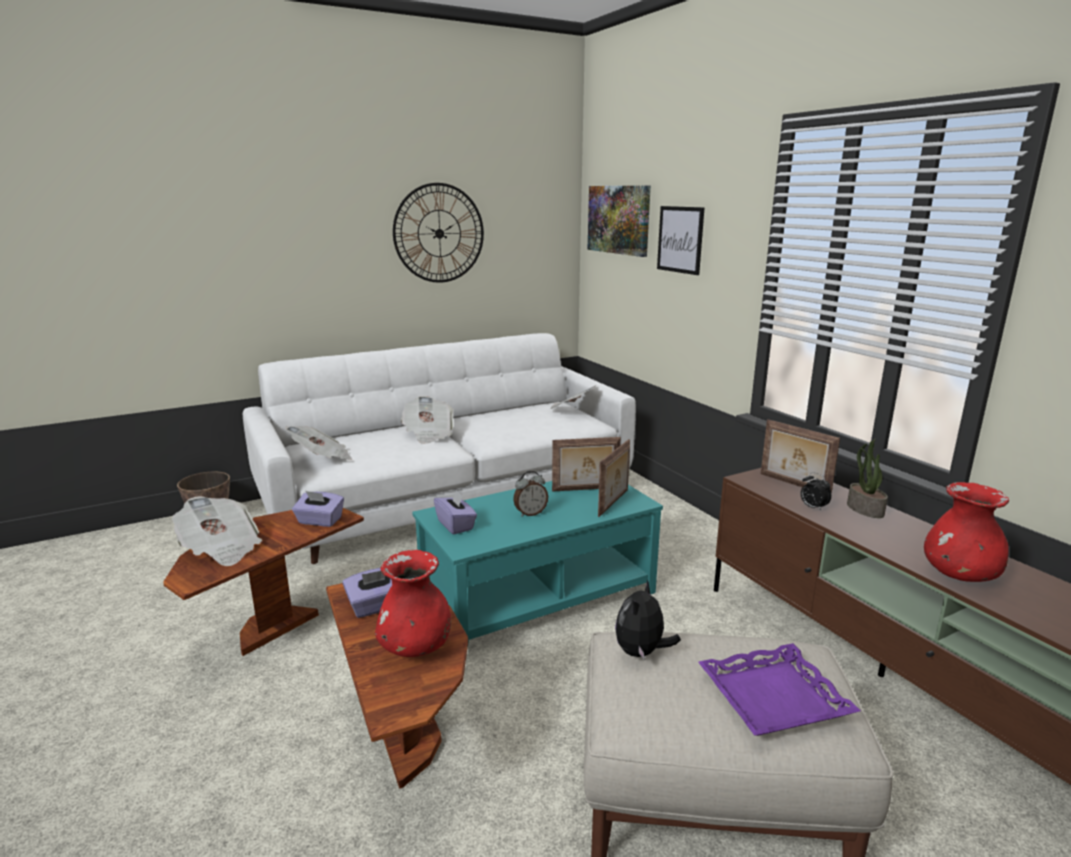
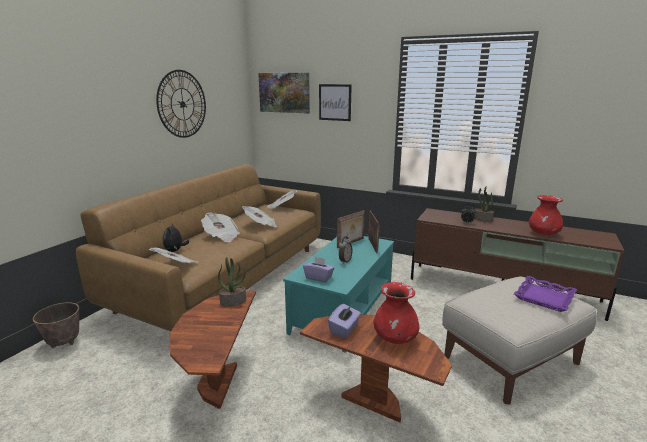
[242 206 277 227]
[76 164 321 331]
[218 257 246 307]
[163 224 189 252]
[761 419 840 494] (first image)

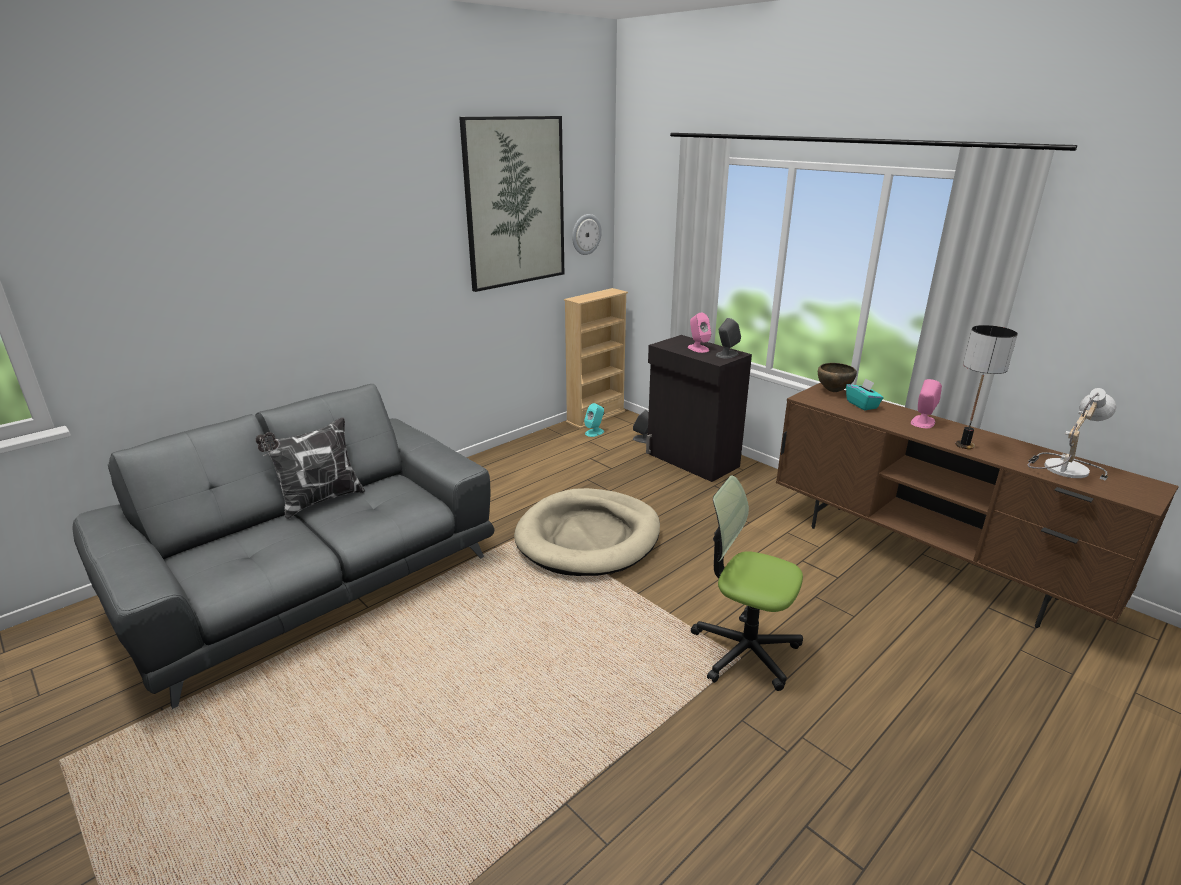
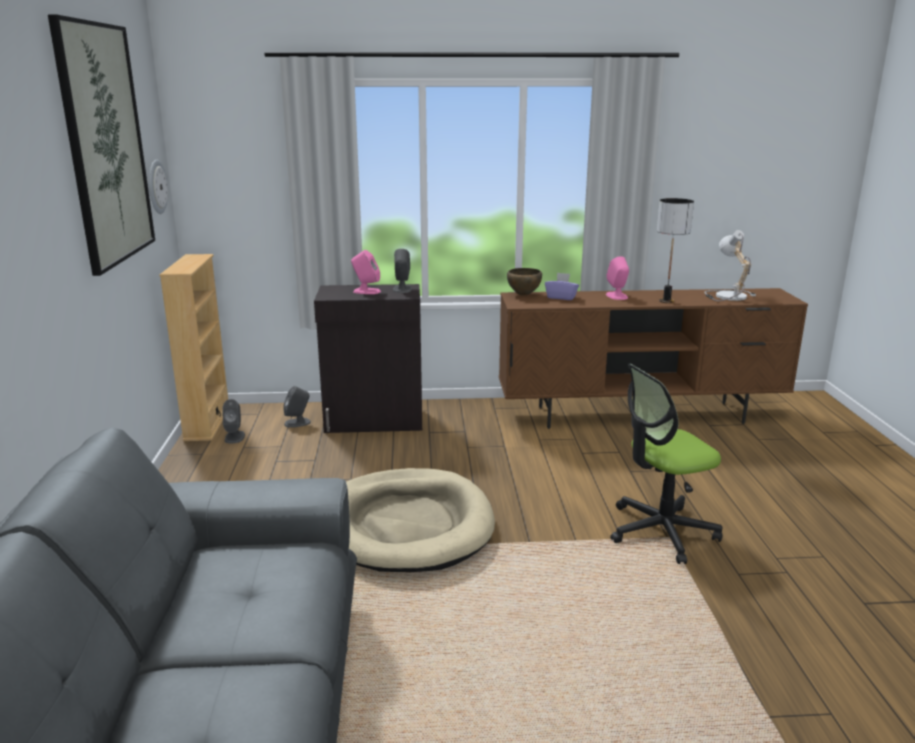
[256 417 365 519] (first image)
[222 399 245 443]
[545 272 579 300]

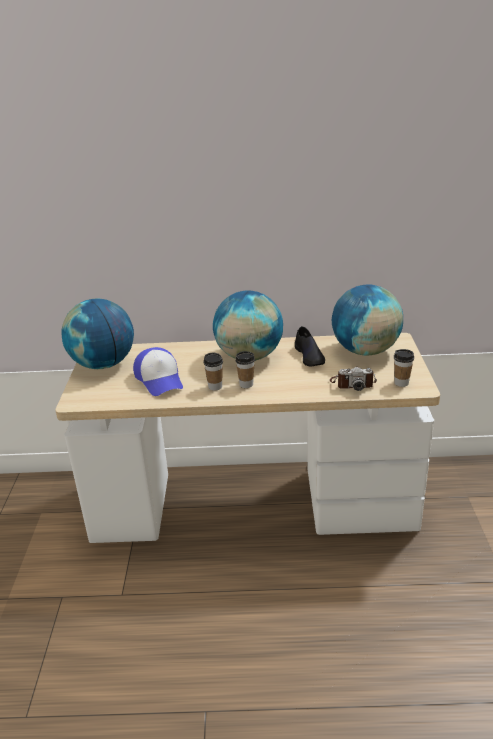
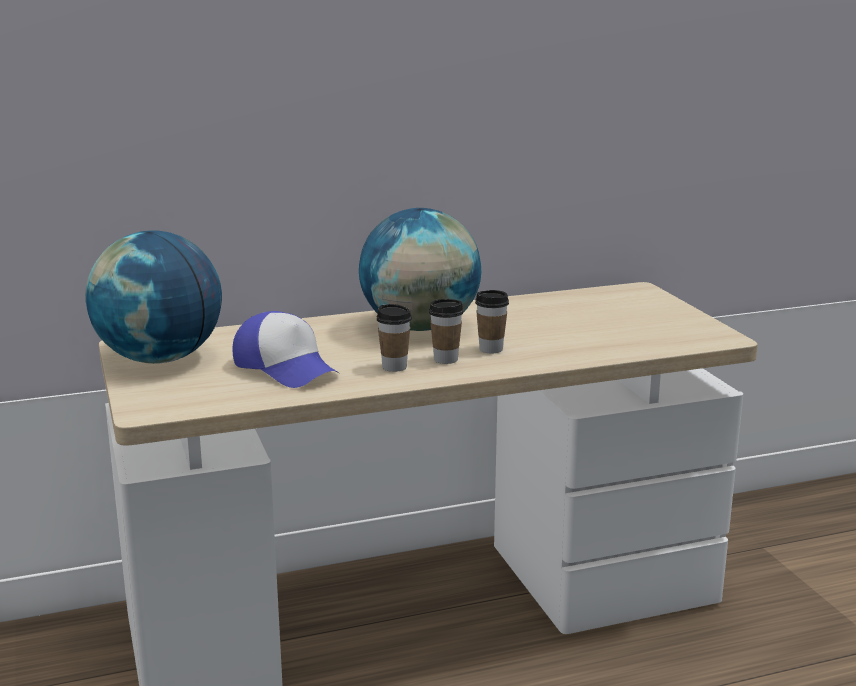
[295 326 325 366] (first image)
[330 367 377 391] (first image)
[332 285 403 356] (first image)
[475 290 509 353]

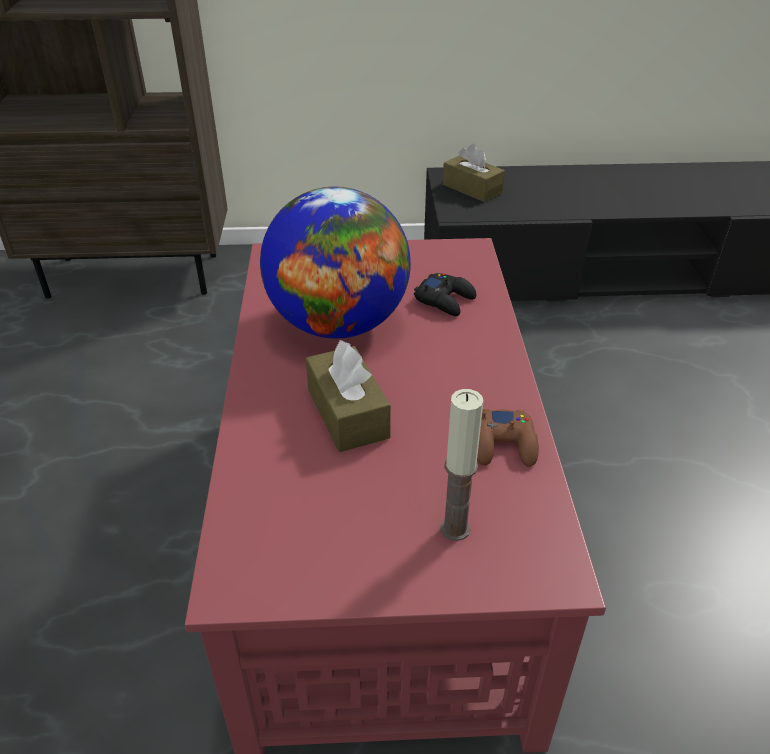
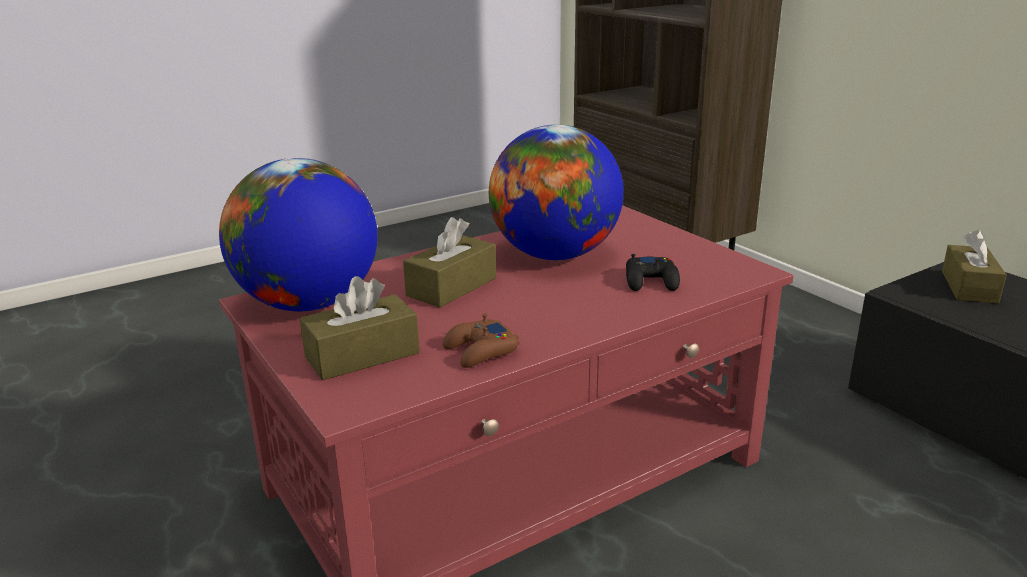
[300 276 420 380]
[219 158 378 312]

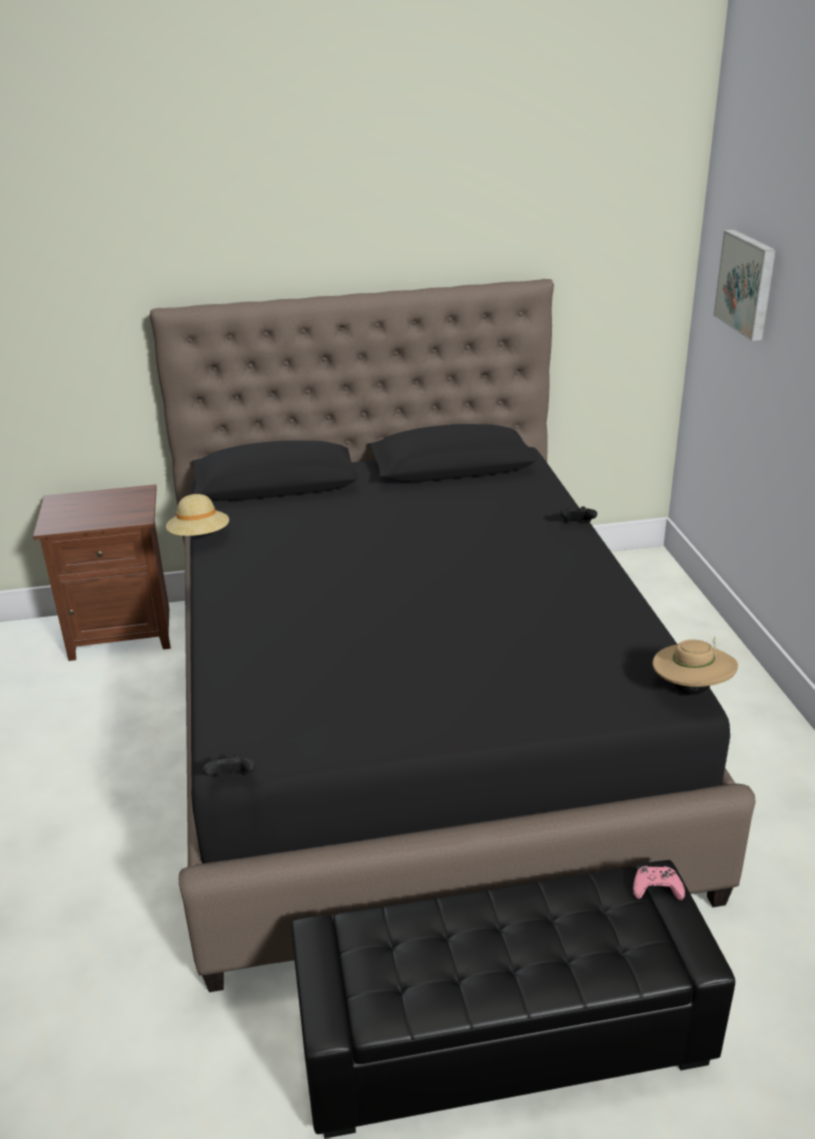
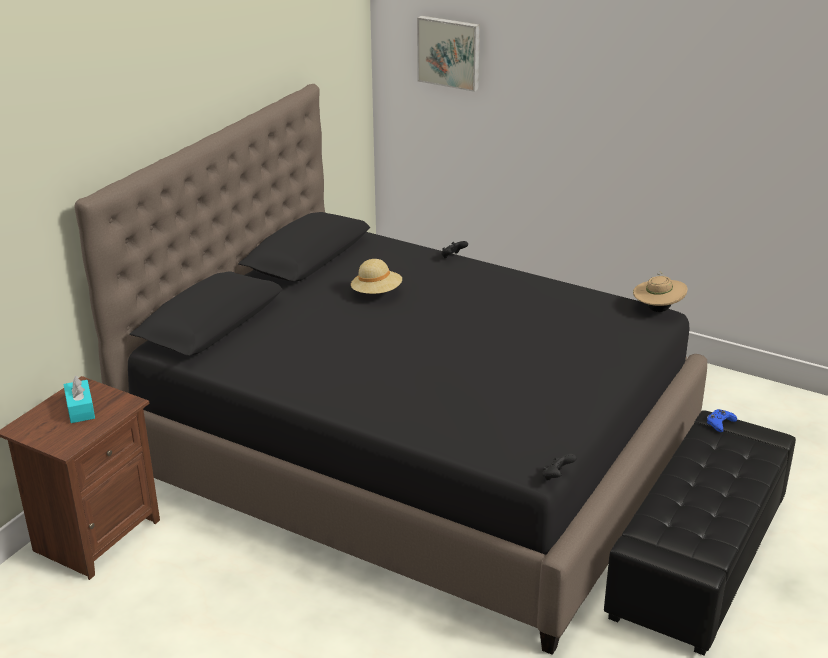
[351 259 402 294]
[706 409 737 432]
[63 376 95 423]

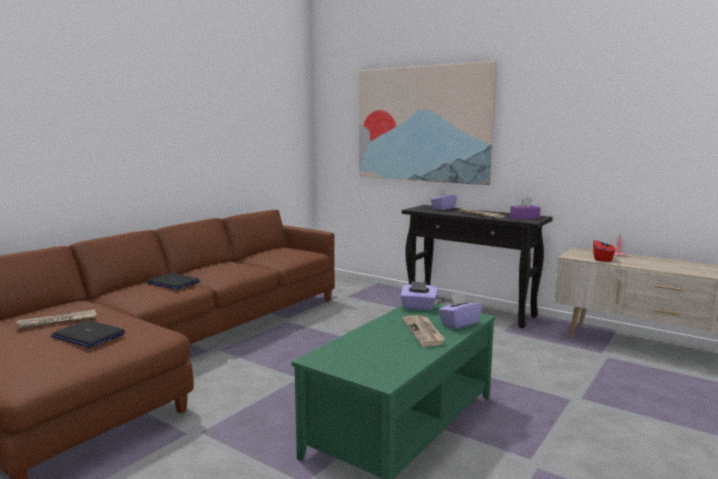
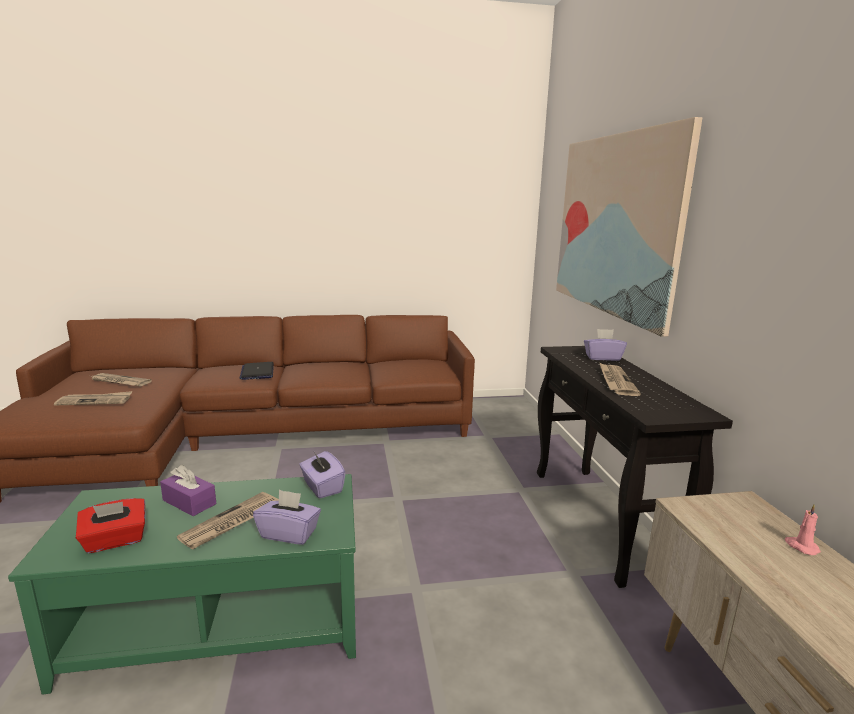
[54 391 132 406]
[160 465 216 516]
[76 498 145 553]

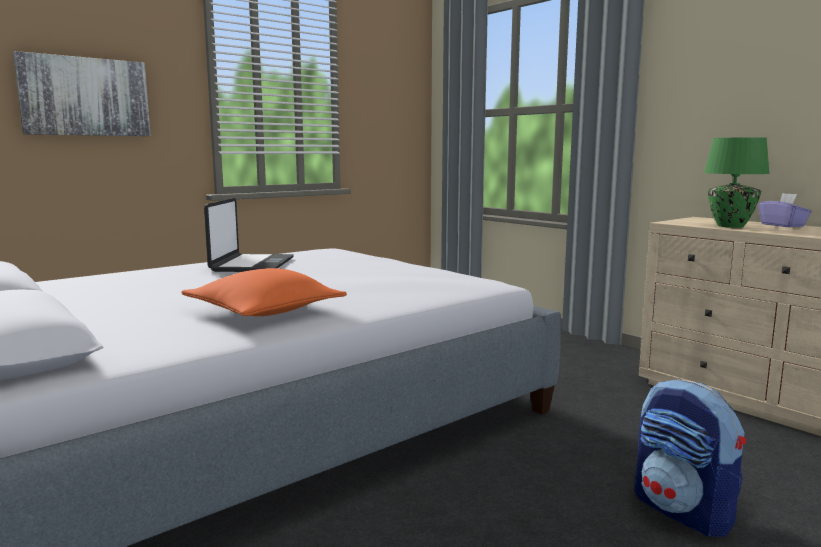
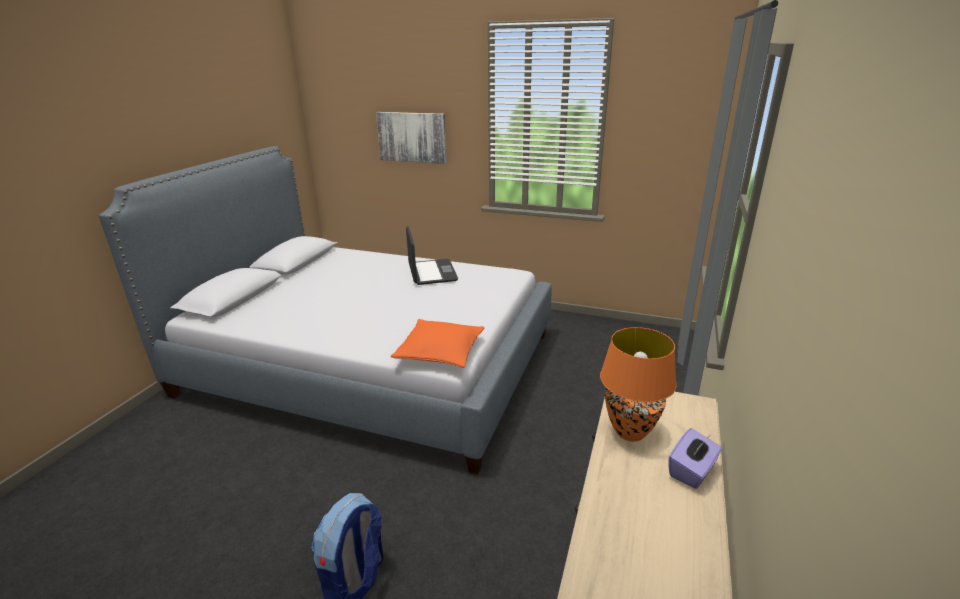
[390 319 484 368]
[406 226 458 285]
[600 327 676 441]

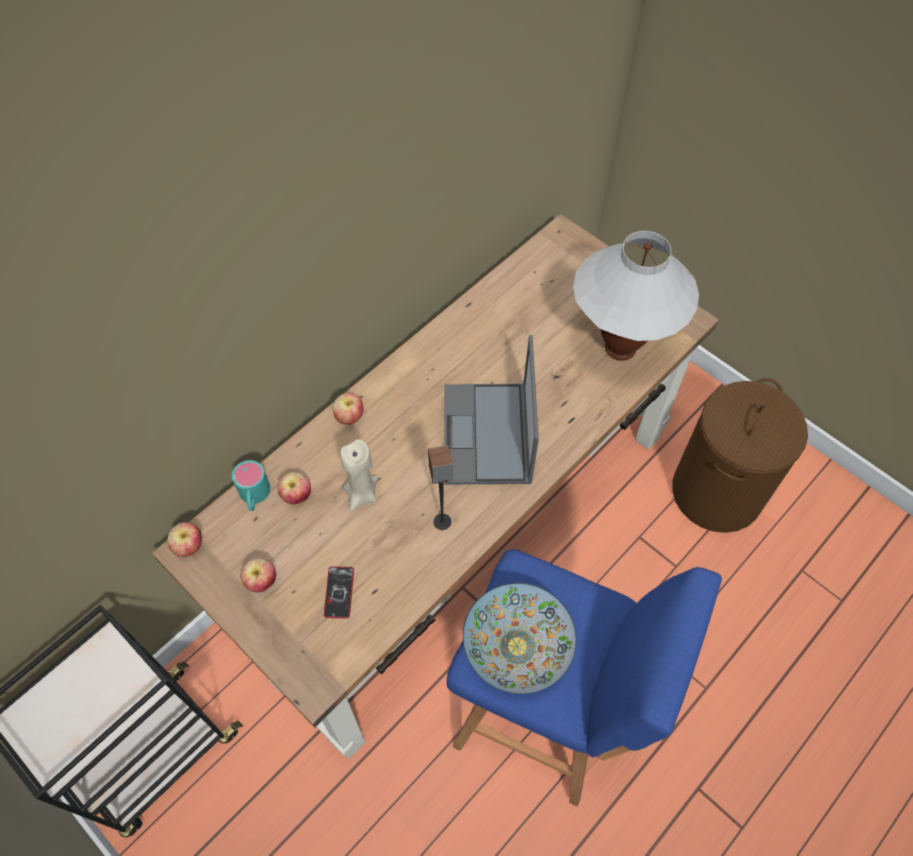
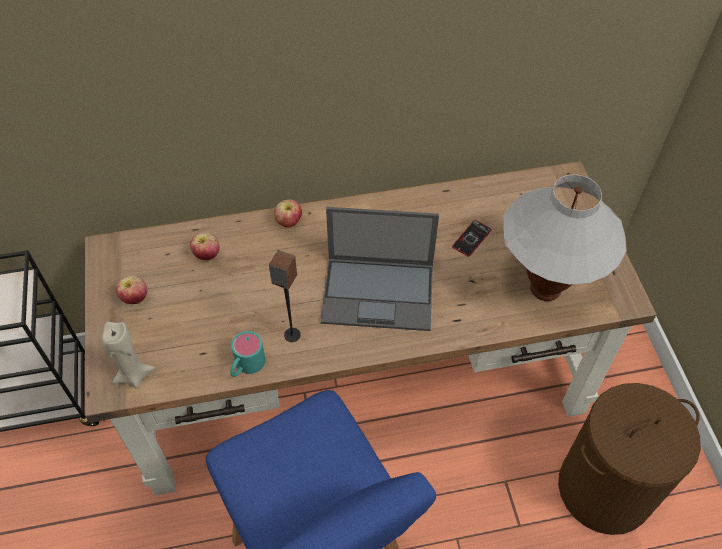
[167 522 202 557] (first image)
[230 331 266 377]
[452 220 491 257]
[102 322 156 389]
[321 207 439 331]
[463 583 576 694] (first image)

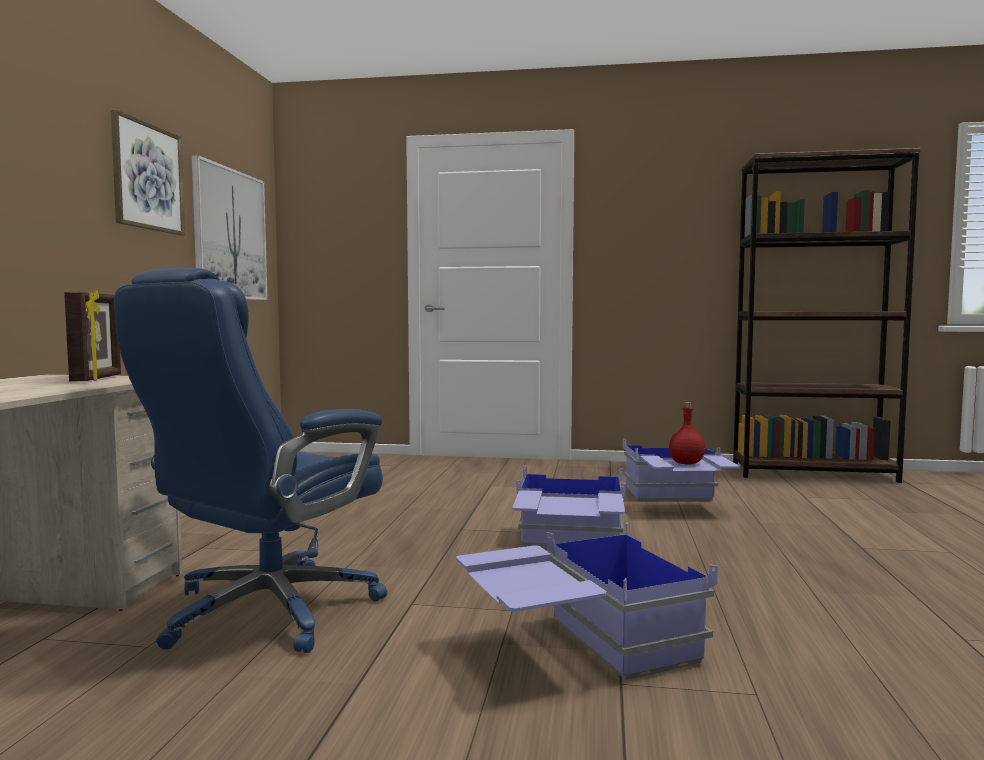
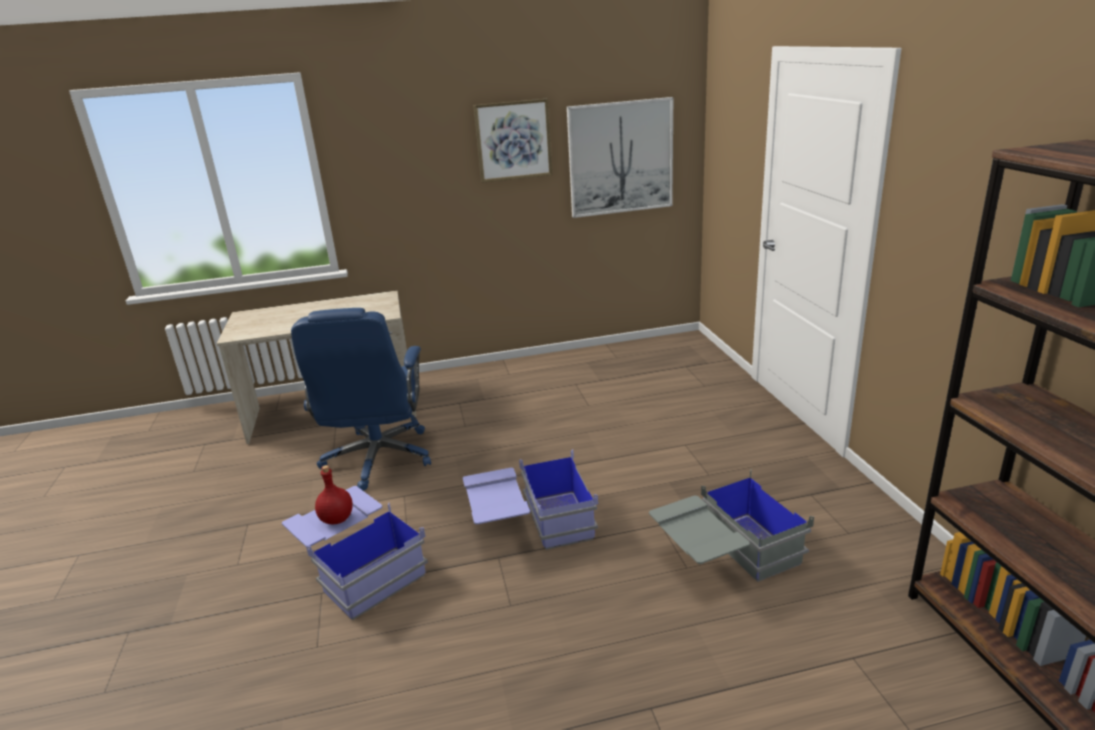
[64 289 121 382] (first image)
[291 308 431 491]
[649 469 814 582]
[315 465 353 524]

